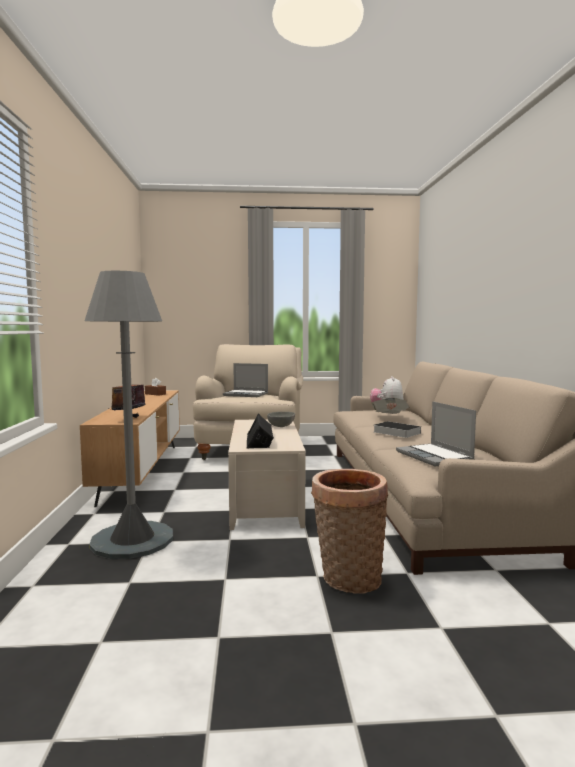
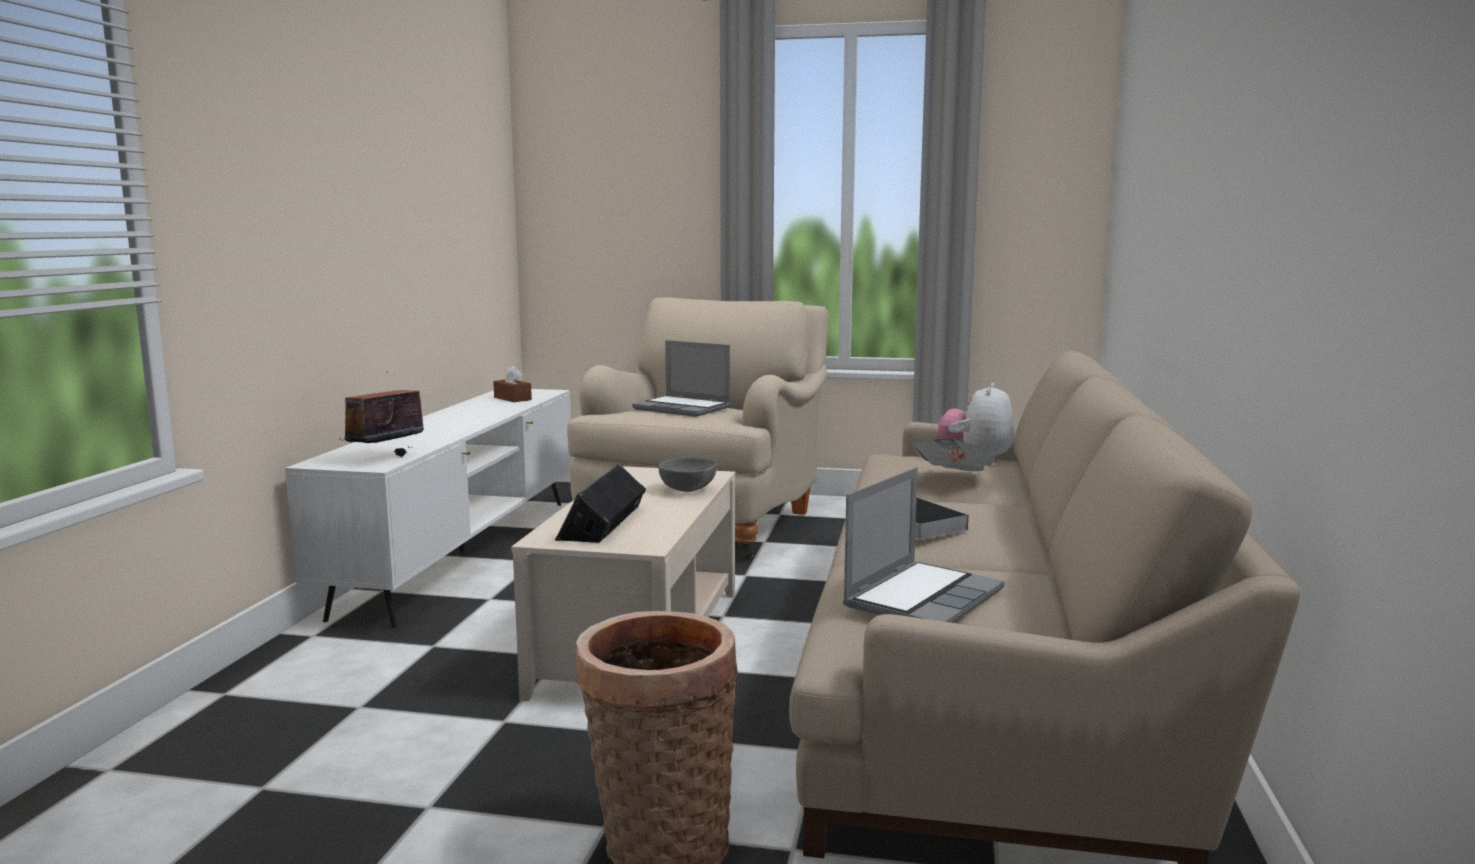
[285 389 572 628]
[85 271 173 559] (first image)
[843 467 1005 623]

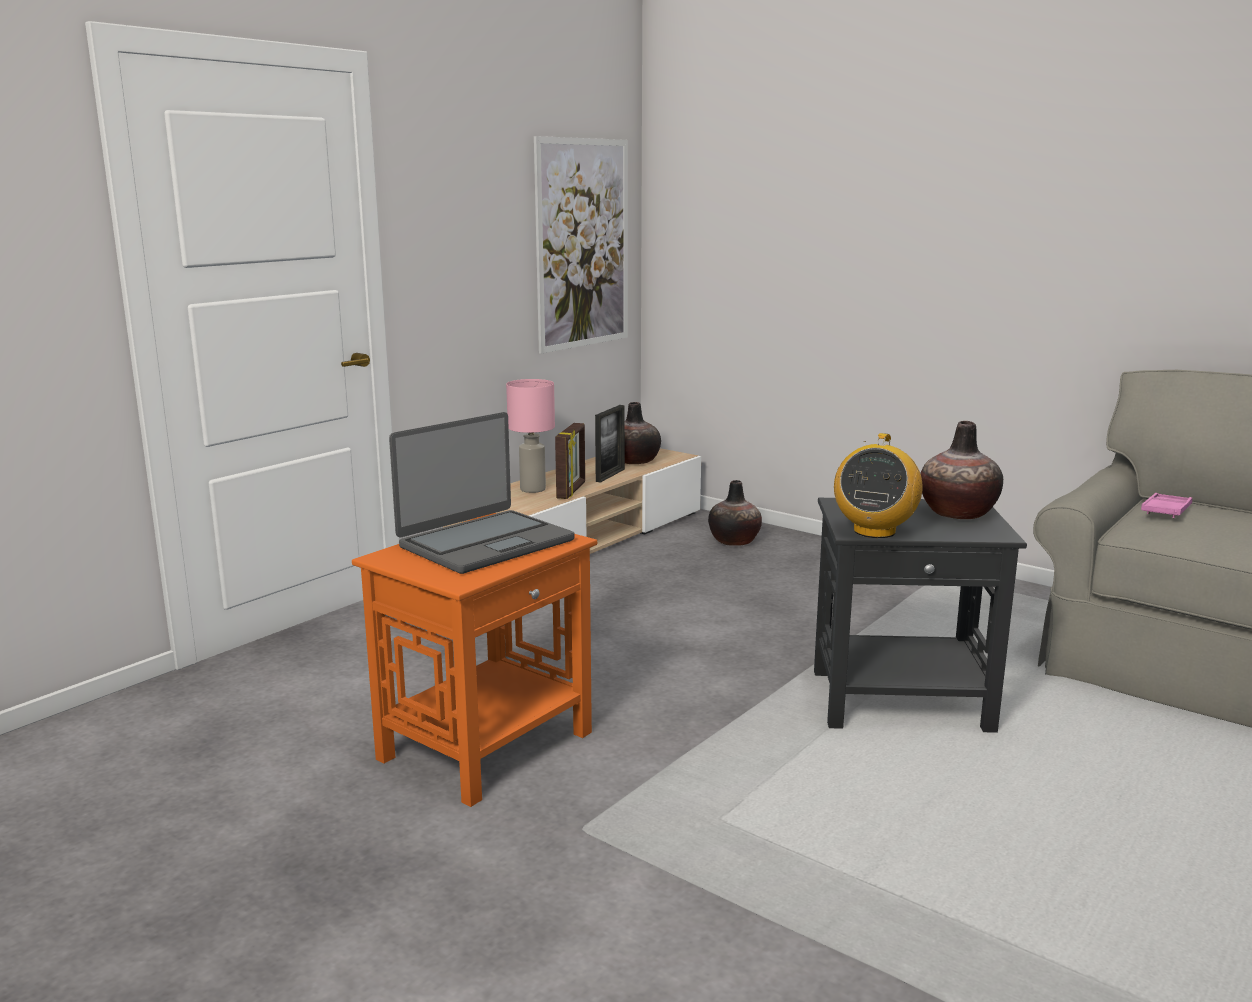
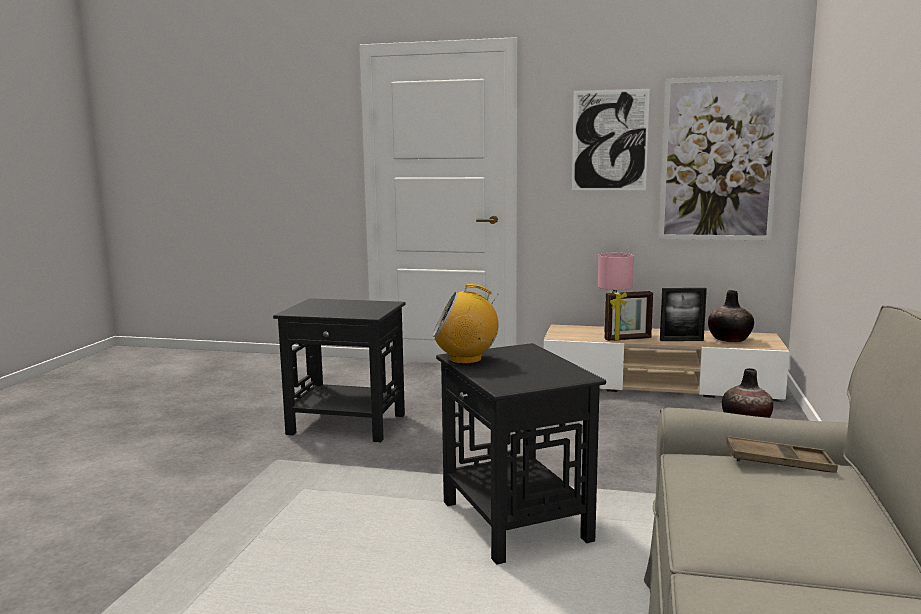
[273 298 406 442]
[389 412 575 574] (first image)
[920 421 1003 519] (first image)
[726 436 838 473]
[572 89 650 190]

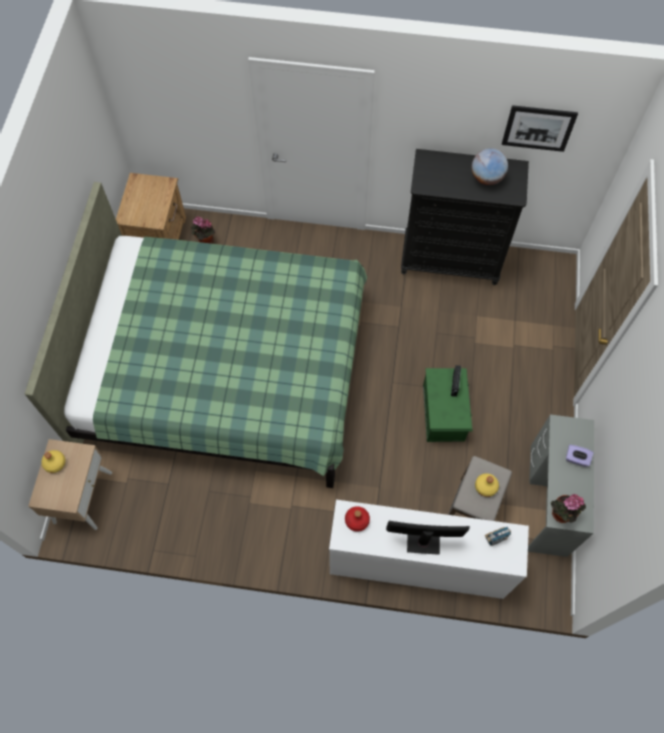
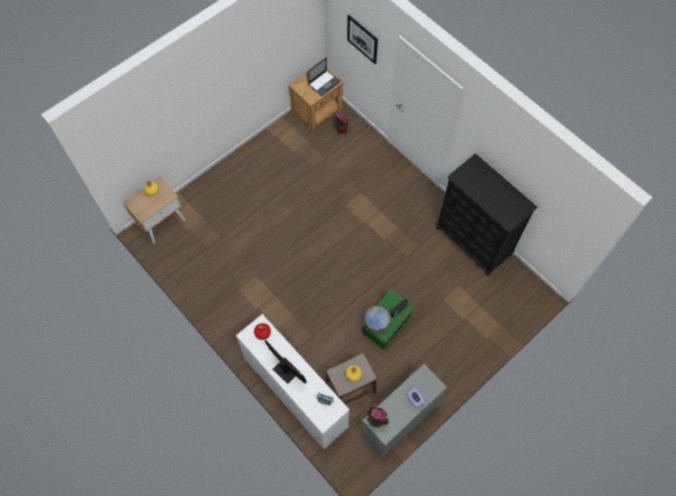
[25 182 367 488] (first image)
[365 306 390 332]
[347 14 378 64]
[307 57 340 96]

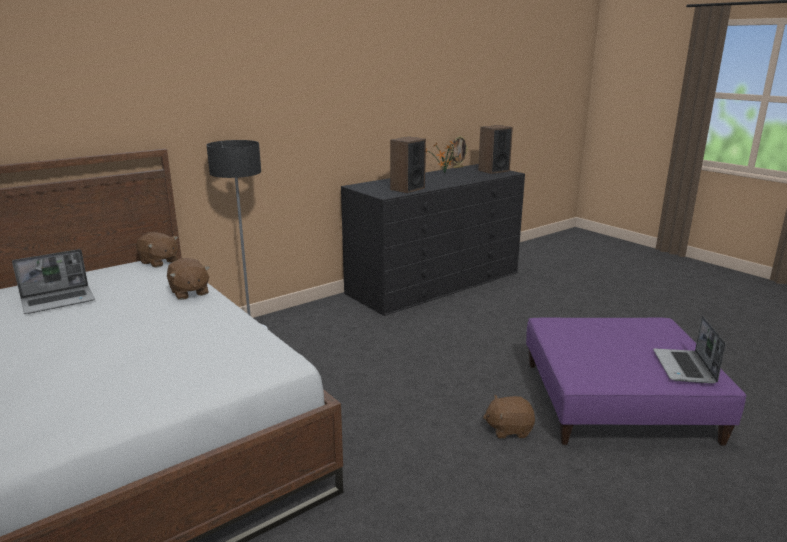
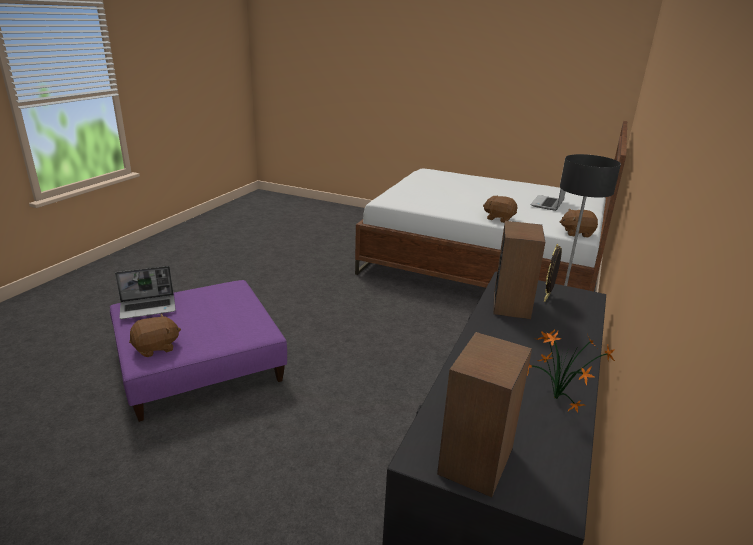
[544 244 562 302]
[129 314 181 357]
[115 266 176 319]

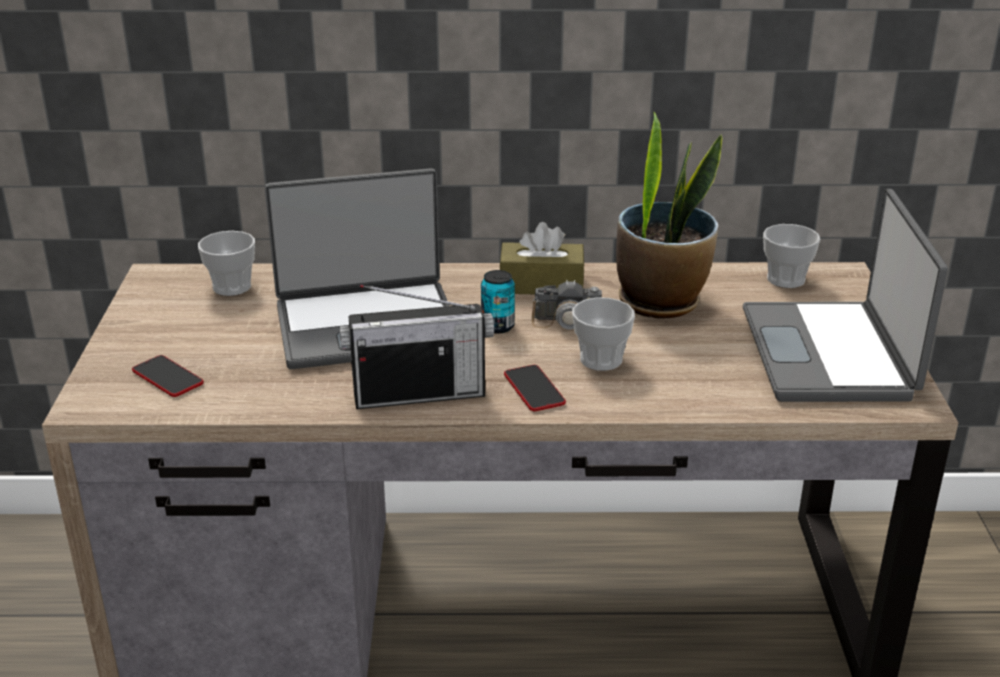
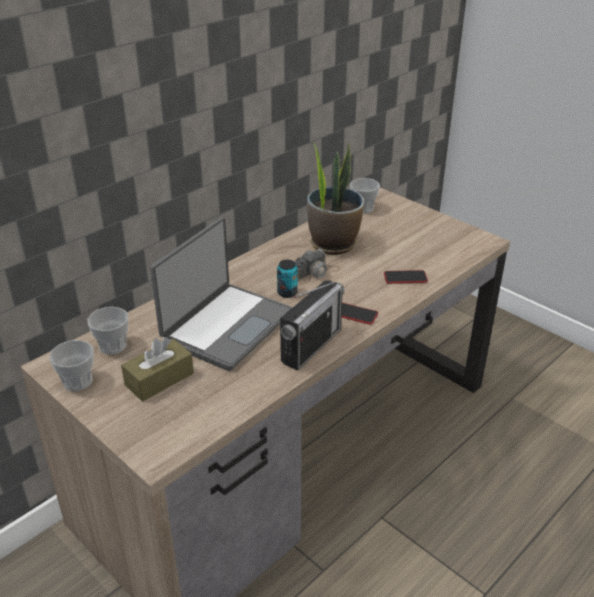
[384 270 428 284]
[121 337 194 401]
[49 340 94 391]
[743 189 948 402] (first image)

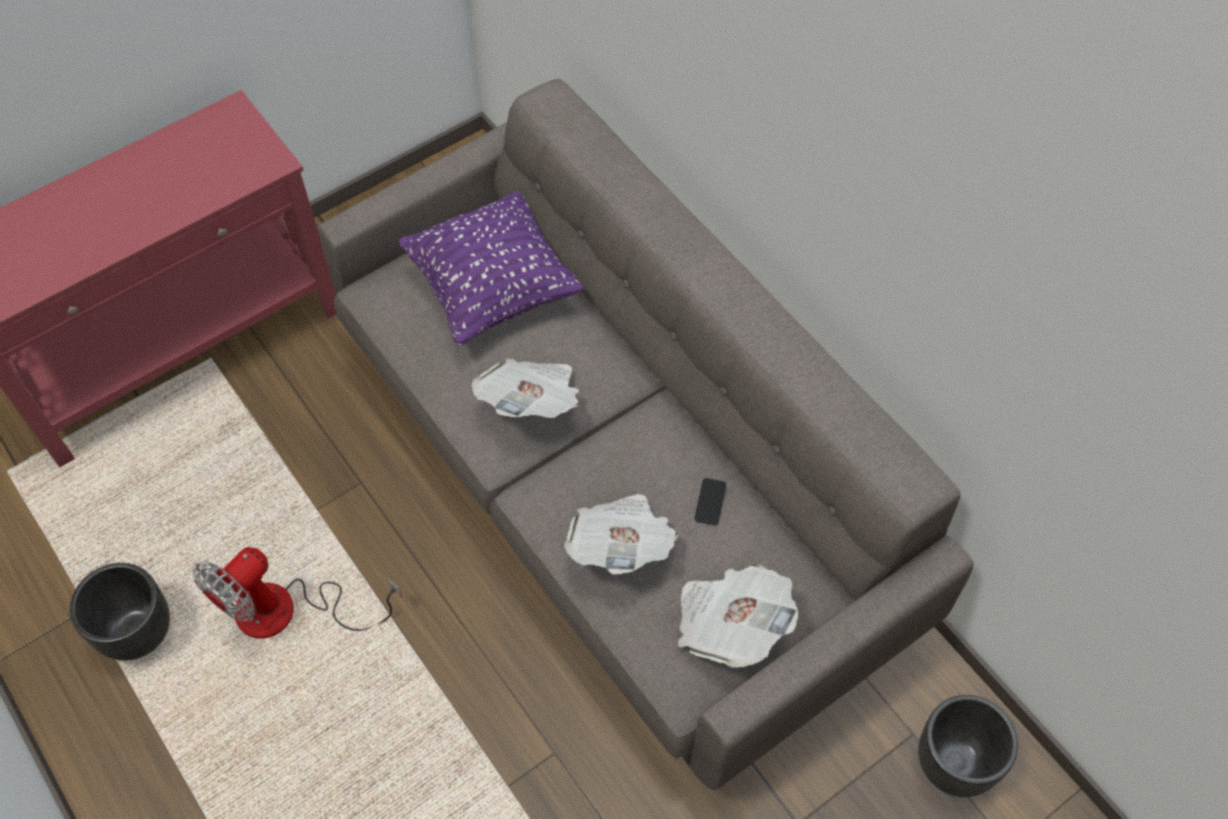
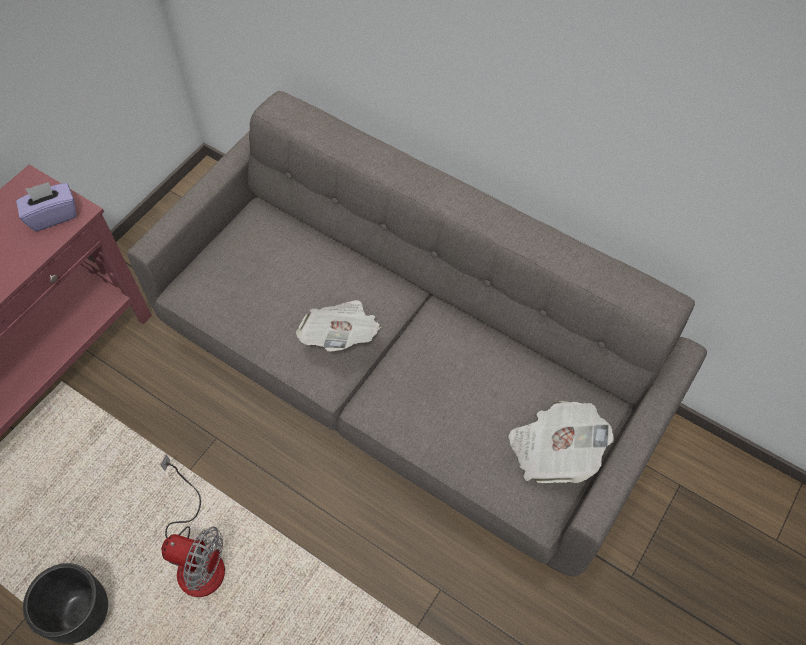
[160 454 225 597]
[398 191 584 346] (first image)
[564 494 678 574] (first image)
[694 478 726 525] (first image)
[918 695 1018 797] (first image)
[16 182 76 231]

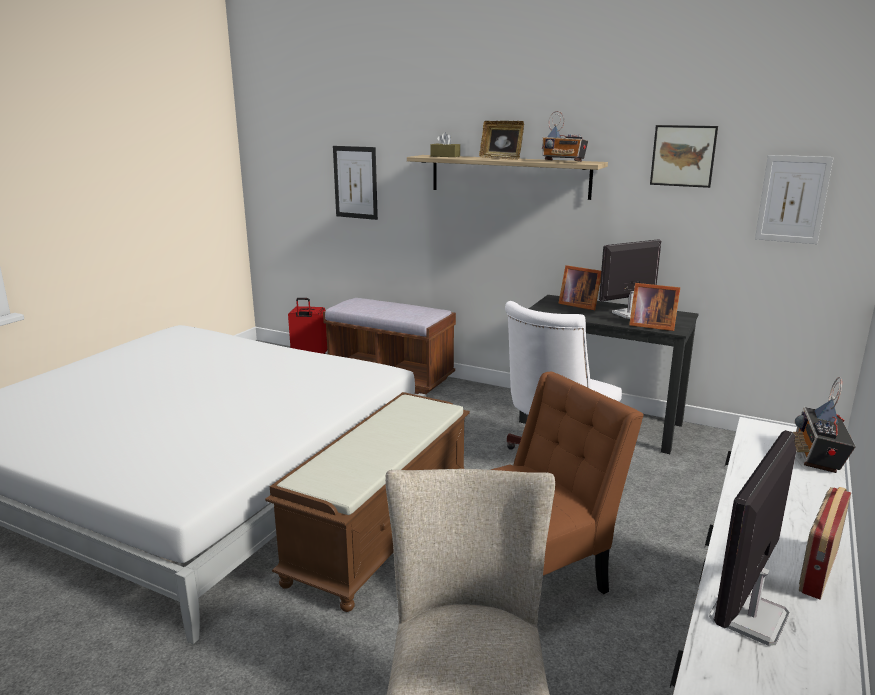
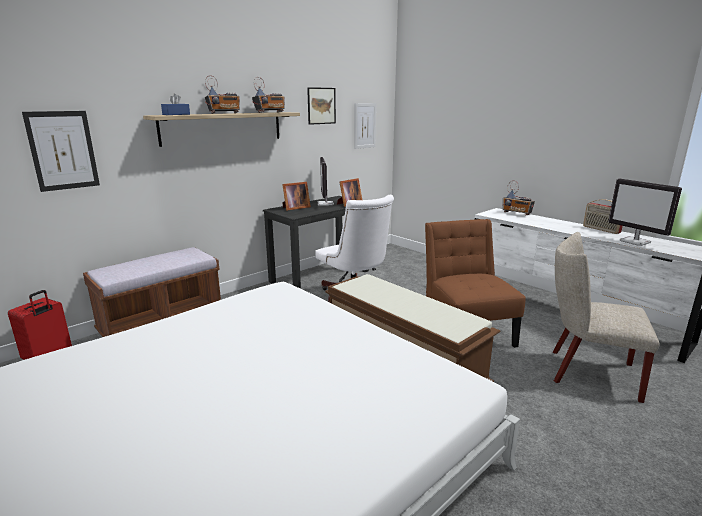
[161 93 190 115]
[205 75 240 114]

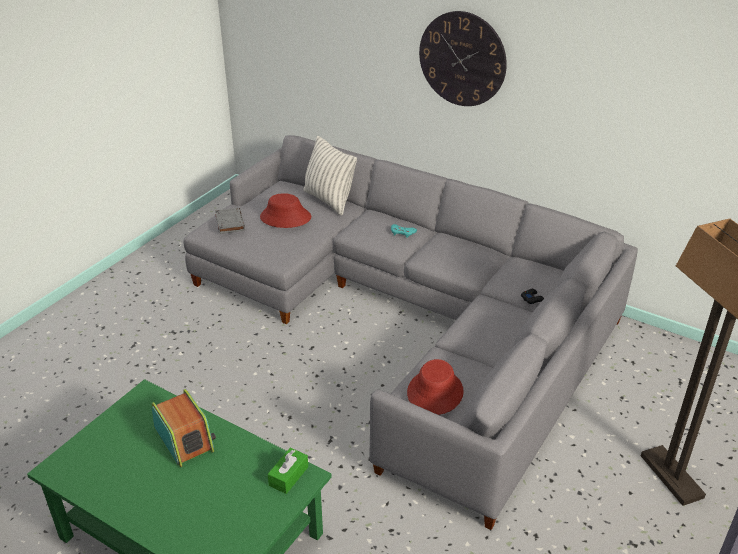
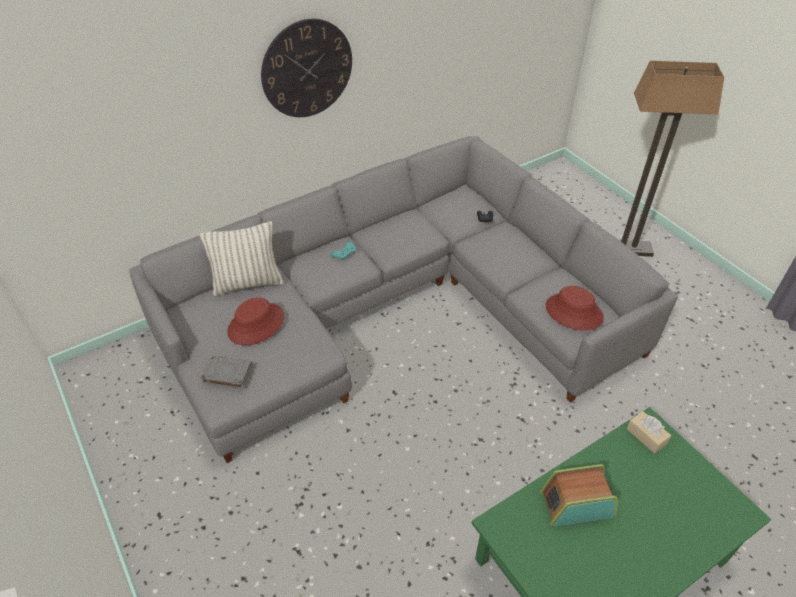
[627 411 671 454]

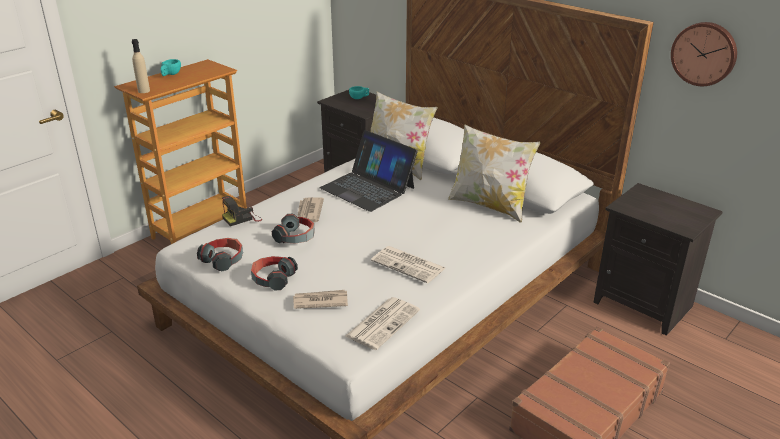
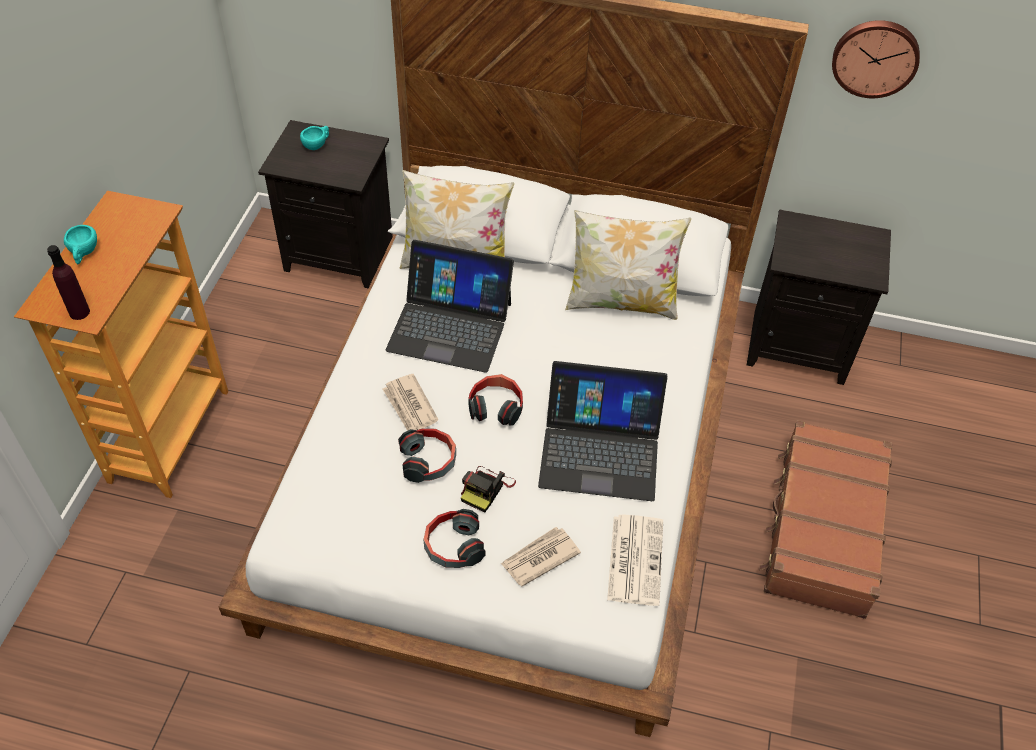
[47 245 90 320]
[468 374 523 426]
[461 466 516 513]
[538 361 667 501]

